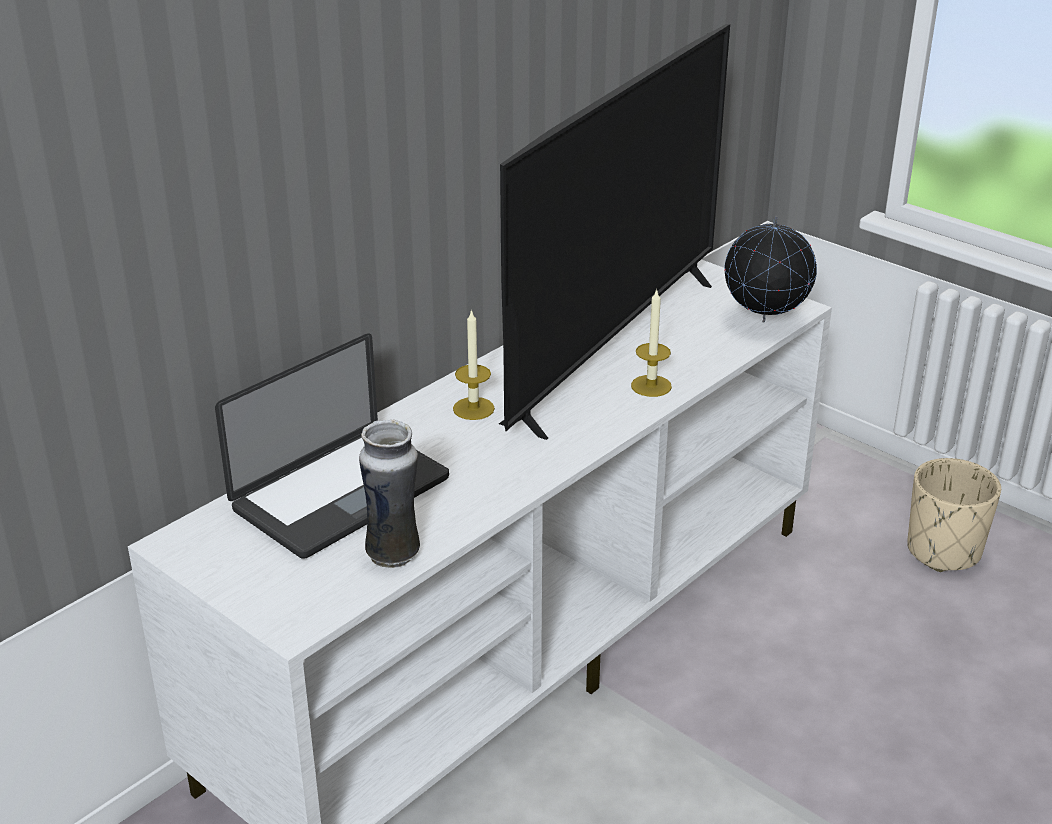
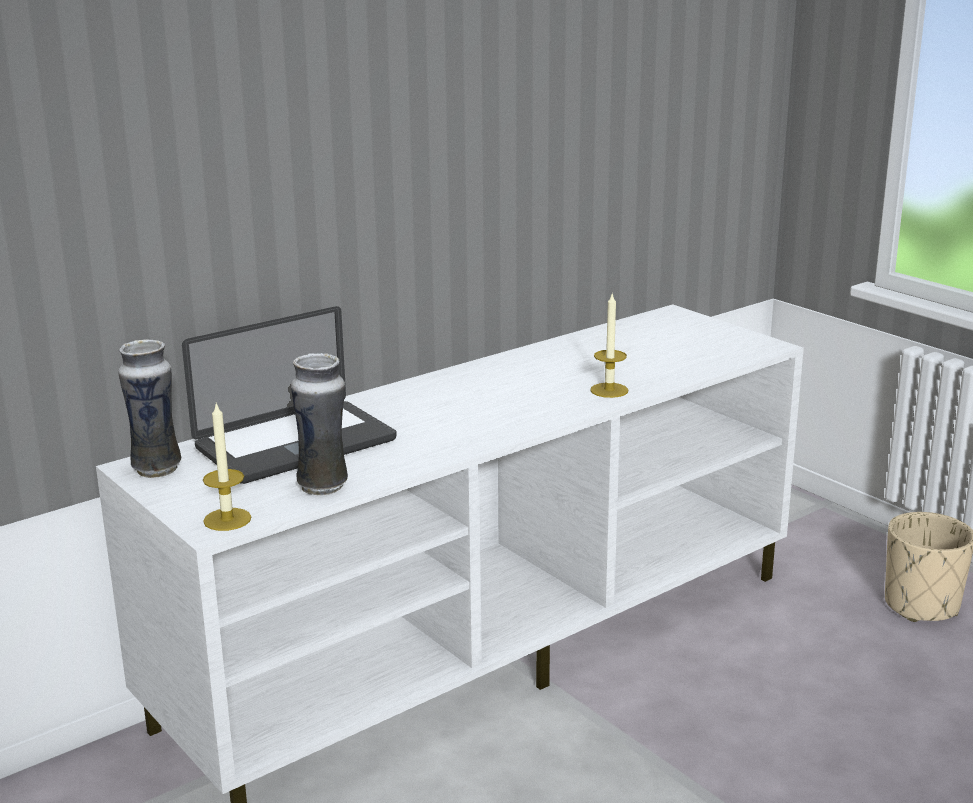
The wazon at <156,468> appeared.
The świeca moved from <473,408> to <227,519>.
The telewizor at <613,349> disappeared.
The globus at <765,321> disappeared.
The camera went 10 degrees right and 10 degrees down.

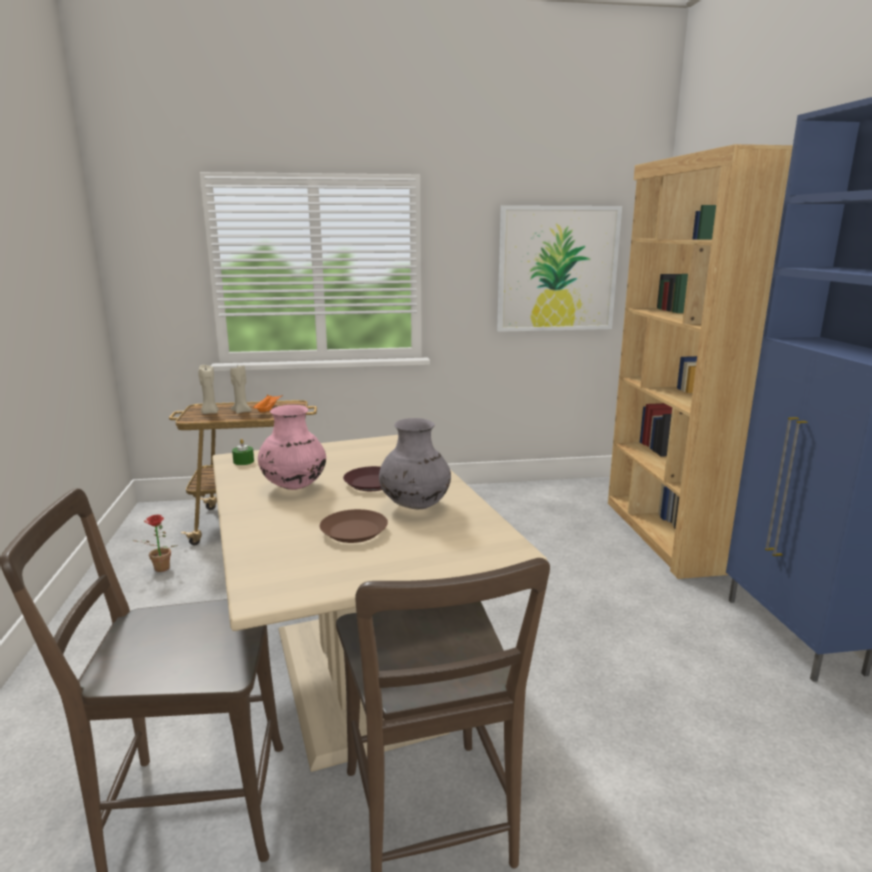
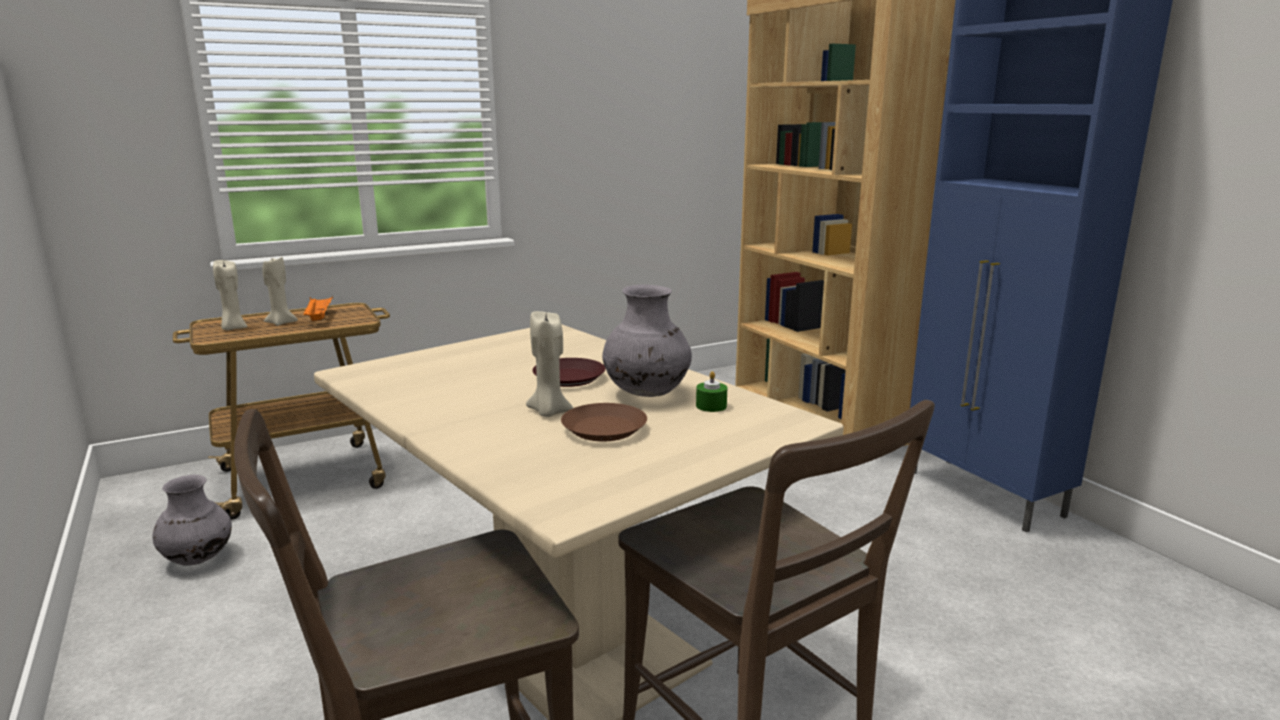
The roślina doniczkowa at <159,569> was replaced by the wazon (szary) at <197,559>.
The świeca (beżowy) at <549,412> appeared.
The świeca (zielony) moved from <243,461> to <711,406>.
The wazon (różowy) at <294,486> disappeared.
The obraz at <557,269> disappeared.
The camera went 20 degrees left and 0 degrees up.

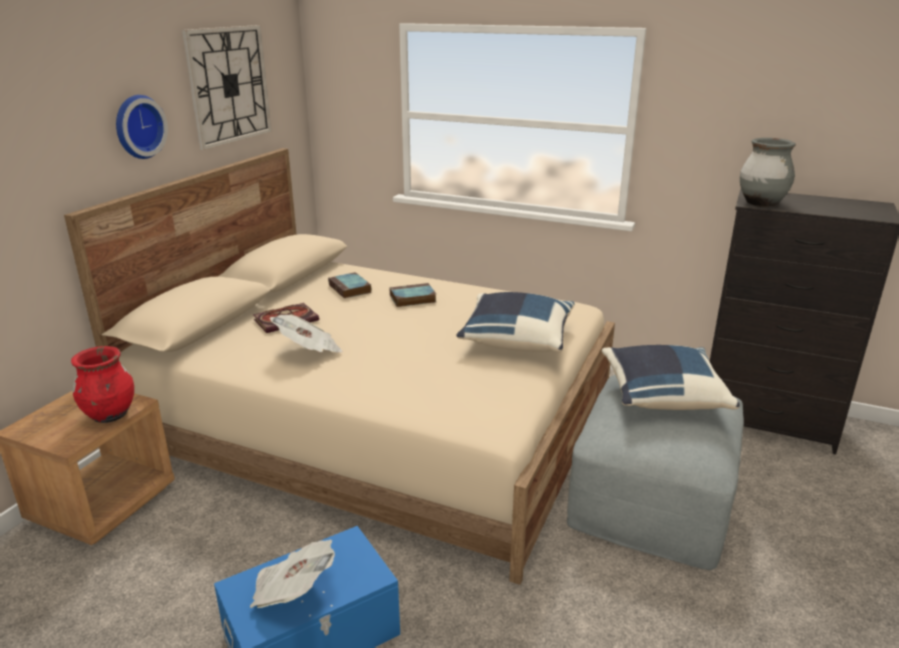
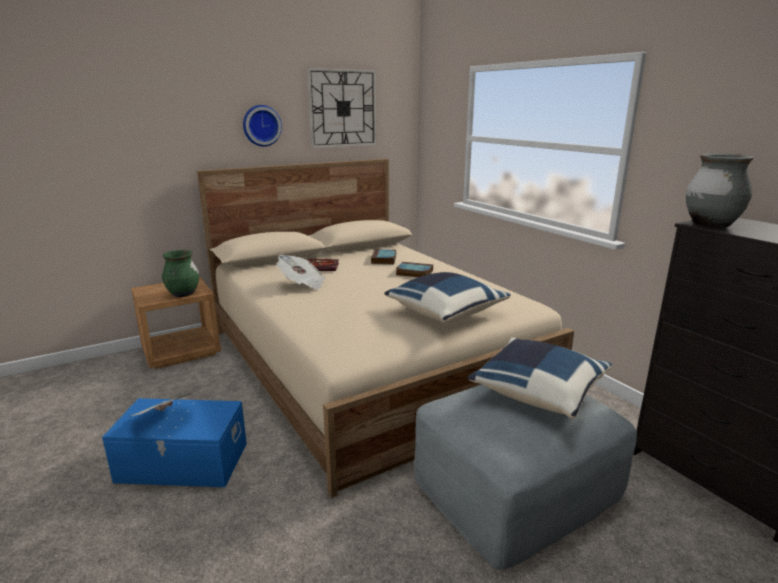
The wazon (czerwony) at <110,415> became the wazon (zielony) at <183,294>.
The camera went 35 degrees right and 5 degrees down.

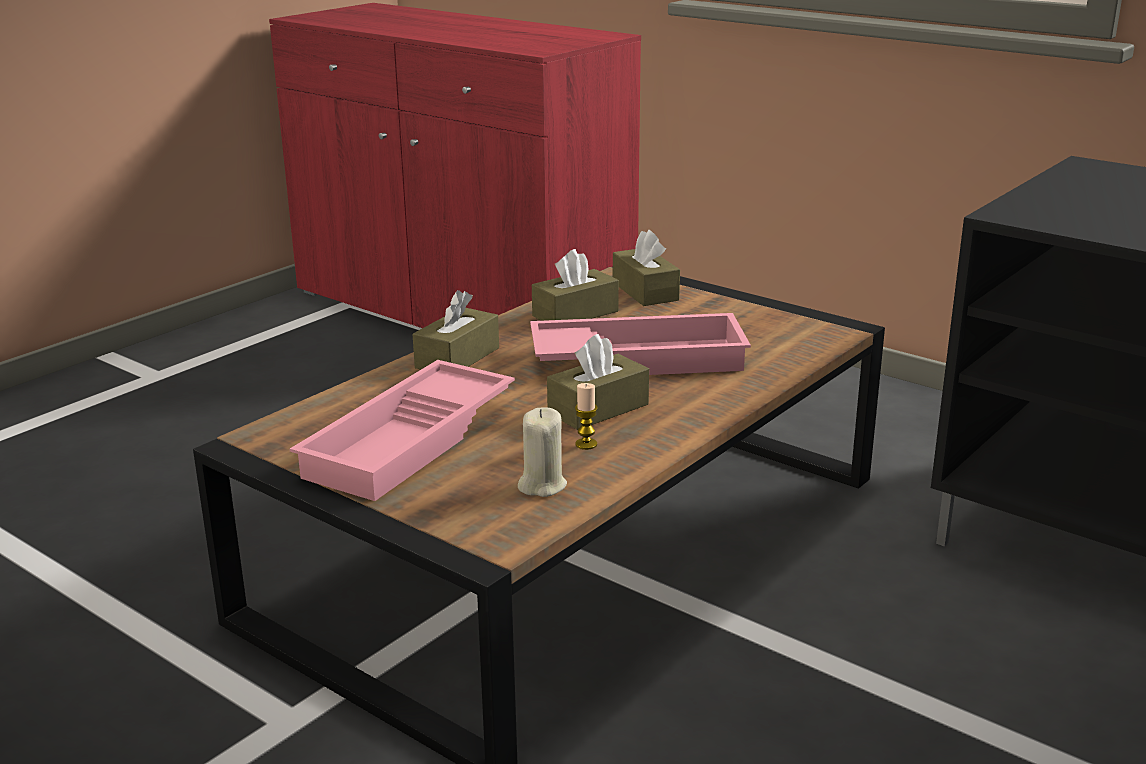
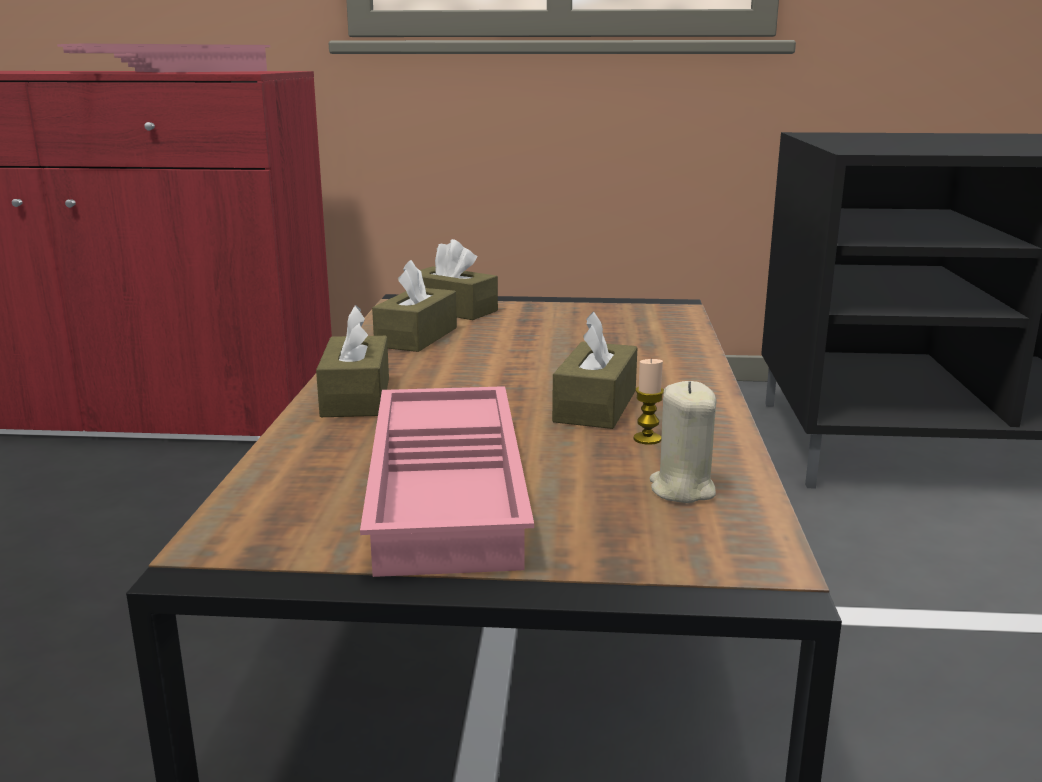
The taca (różowy) moved from <639,358> to <170,71>.
The camera went 35 degrees left and 5 degrees down.

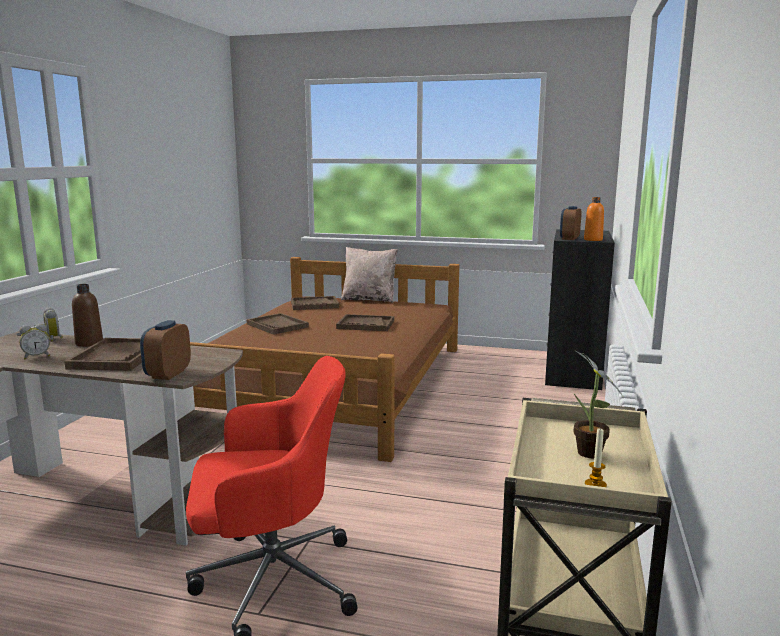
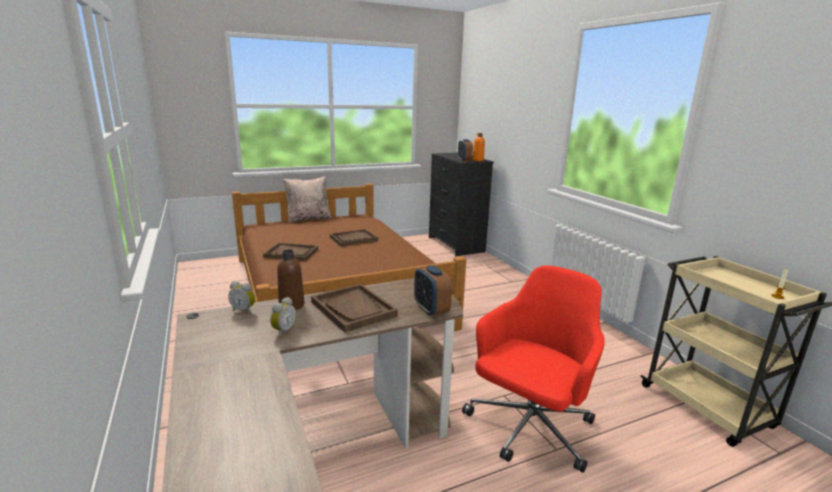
The taca (brązowy) at <314,305> disappeared.
The roślina doniczkowa at <590,455> disappeared.
The camera went 40 degrees left and 5 degrees up.

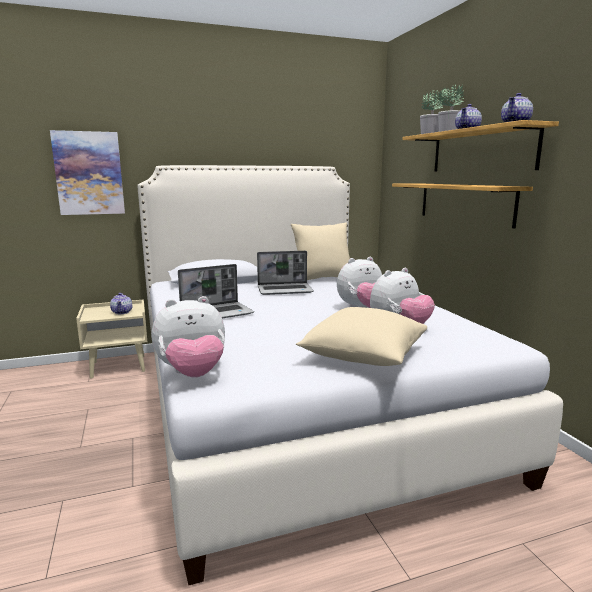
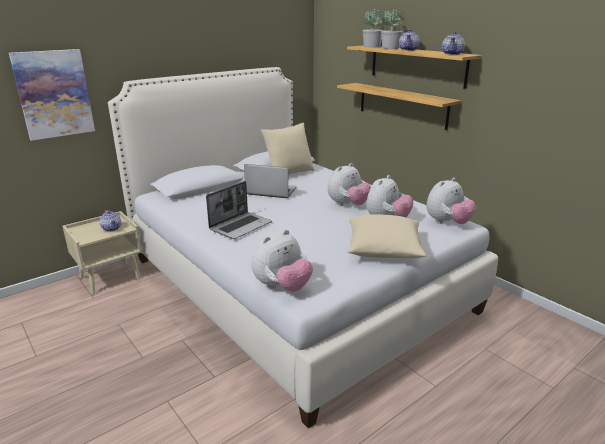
The laptop at <285,290> turned 135 degrees counterclockwise.
The pluszak at <447,223> appeared.
The camera went 20 degrees left and 10 degrees up.

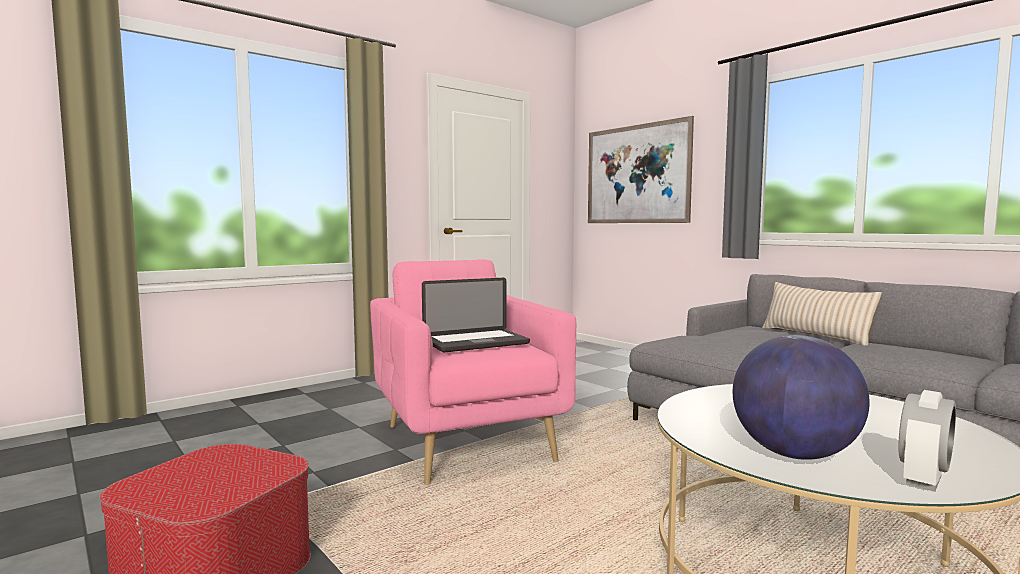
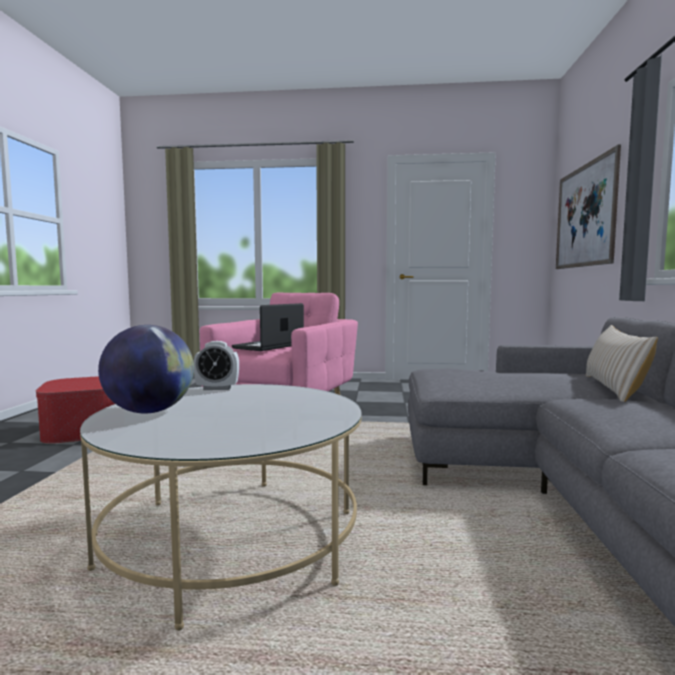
The budzik moved from <923,480> to <217,388>.
The laptop at <476,343> turned 105 degrees clockwise.
The camera went 45 degrees right and 0 degrees up.

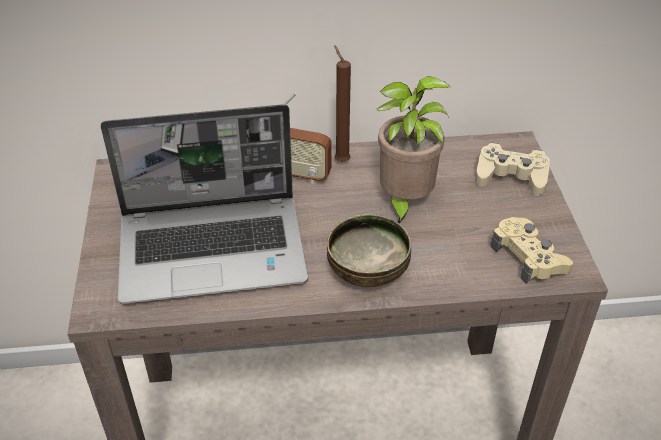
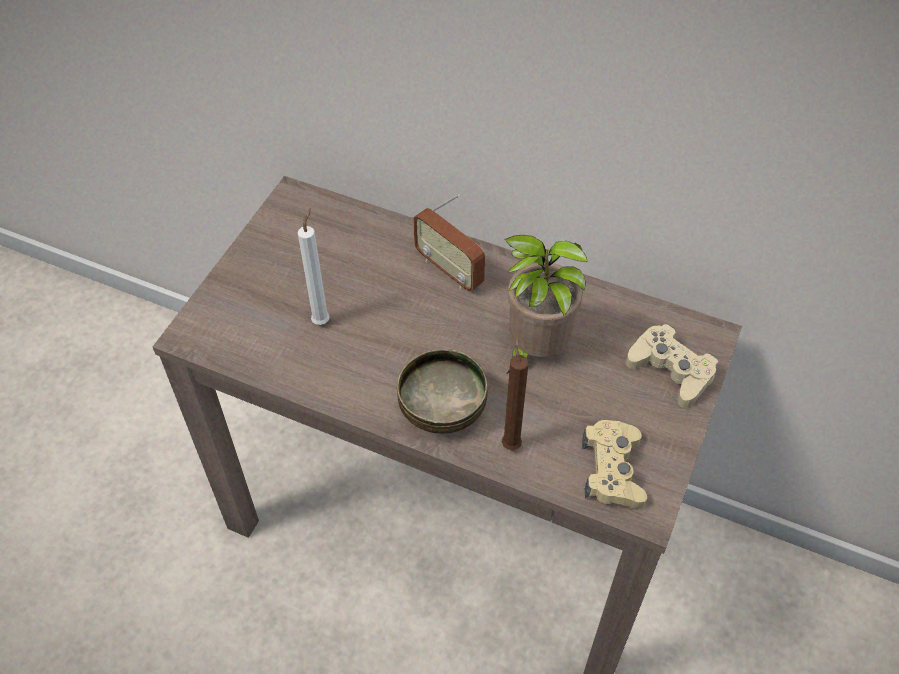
The laptop at <214,249> was replaced by the świeca (biały) at <322,320>.
The świeca (brązowy) moved from <340,160> to <511,443>.
The camera went 30 degrees right and 10 degrees up.

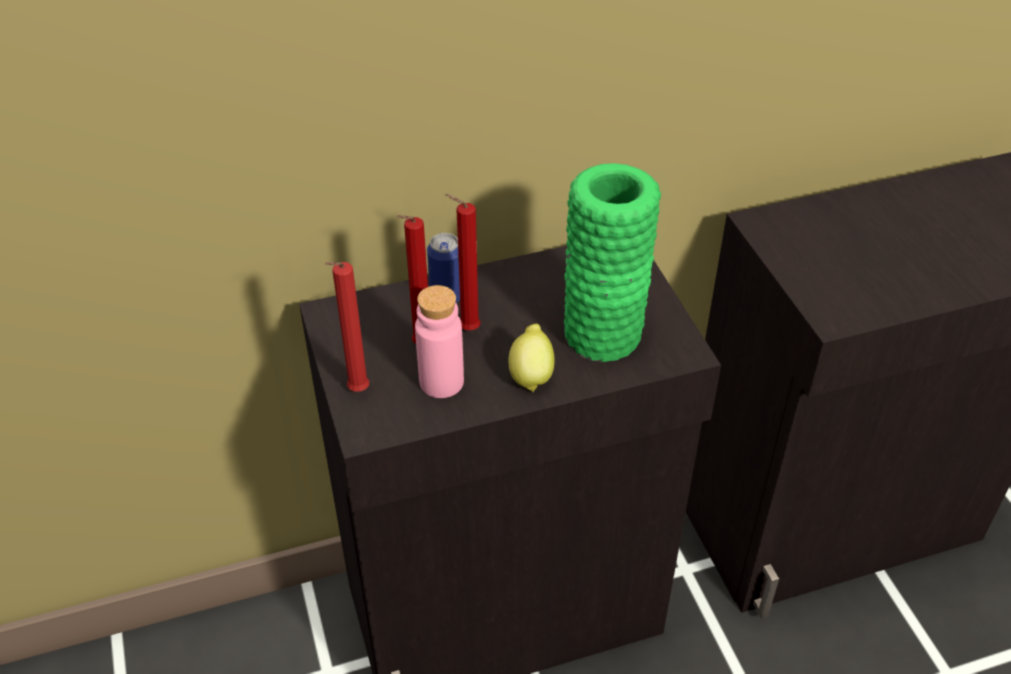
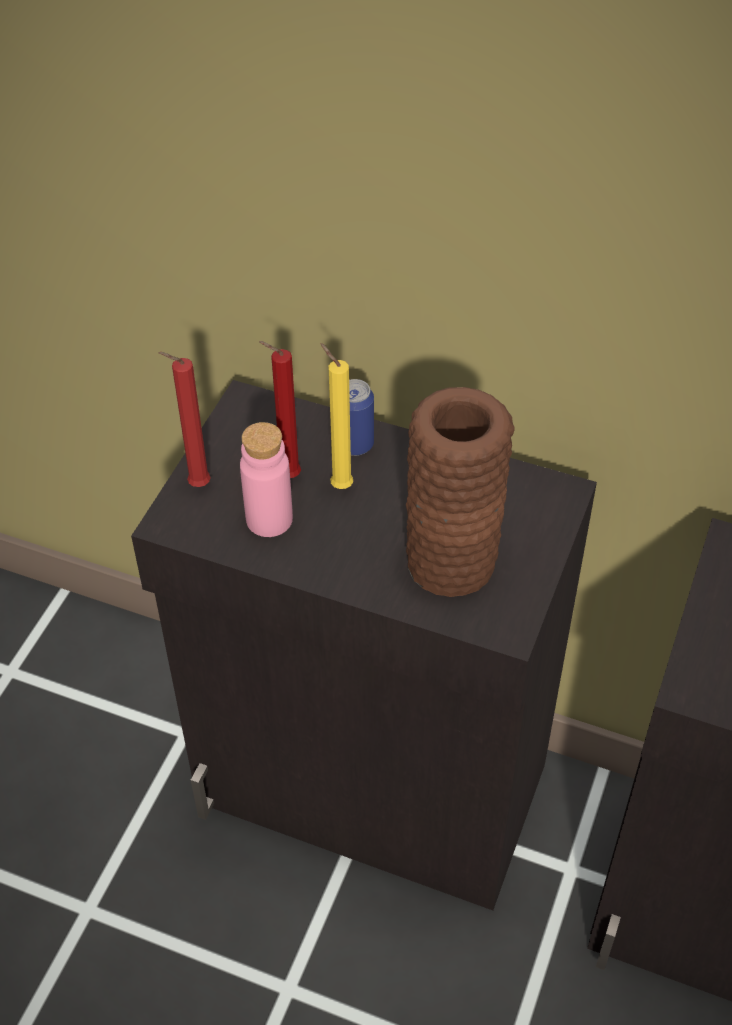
The świeca (czerwony) at <466,329> became the świeca (żółty) at <339,485>.
The wazon (zielony) at <603,333> became the wazon (brązowy) at <451,562>.
The cytryna at <531,375> disappeared.
The camera went 40 degrees right and 5 degrees up.

